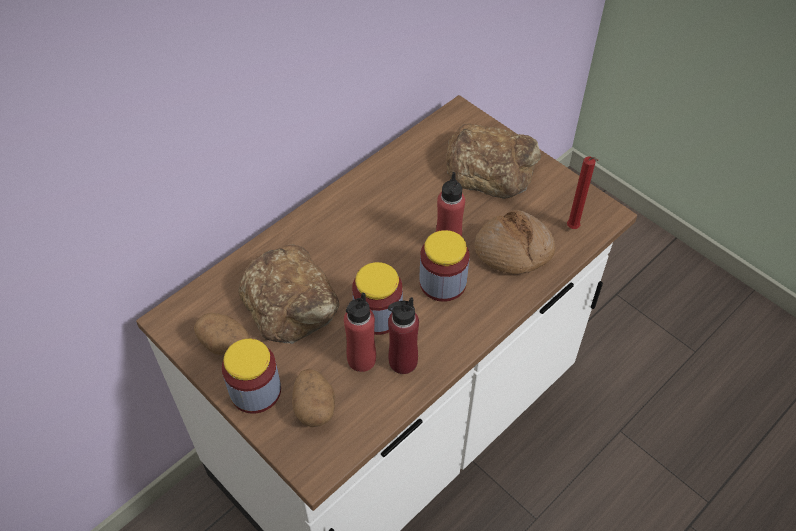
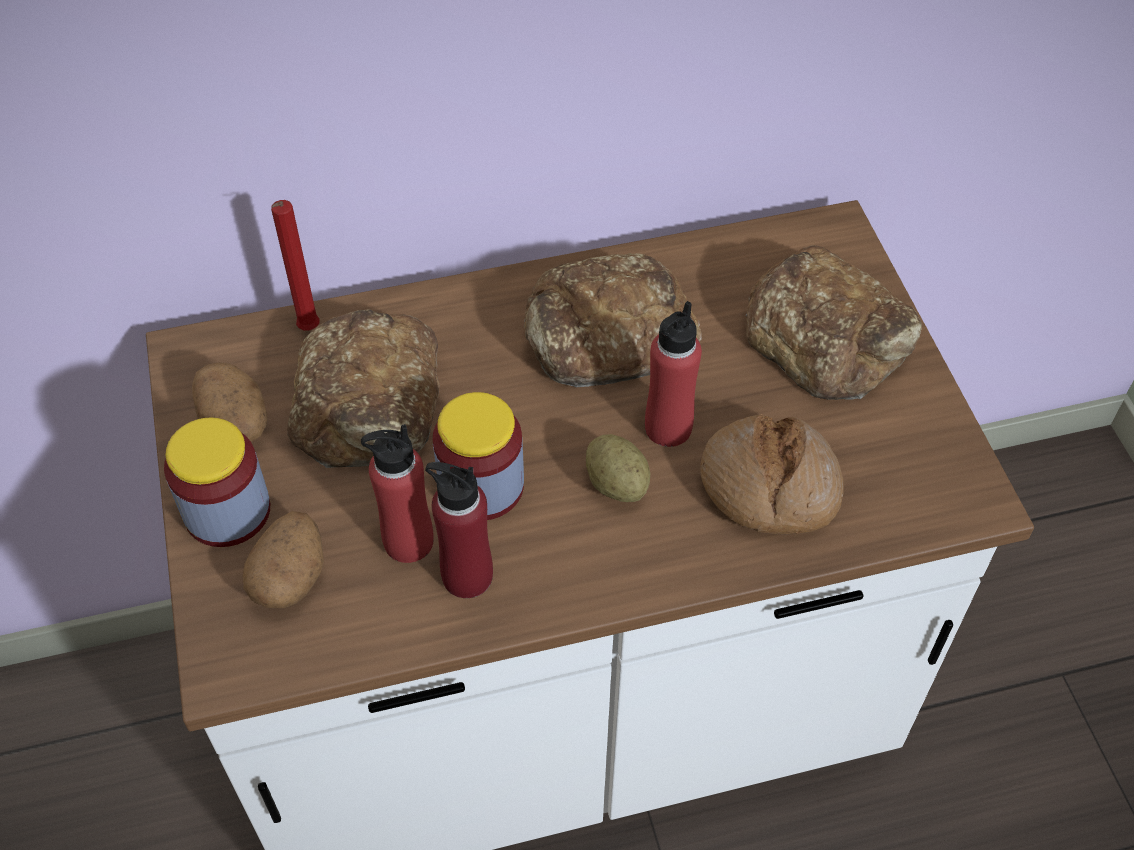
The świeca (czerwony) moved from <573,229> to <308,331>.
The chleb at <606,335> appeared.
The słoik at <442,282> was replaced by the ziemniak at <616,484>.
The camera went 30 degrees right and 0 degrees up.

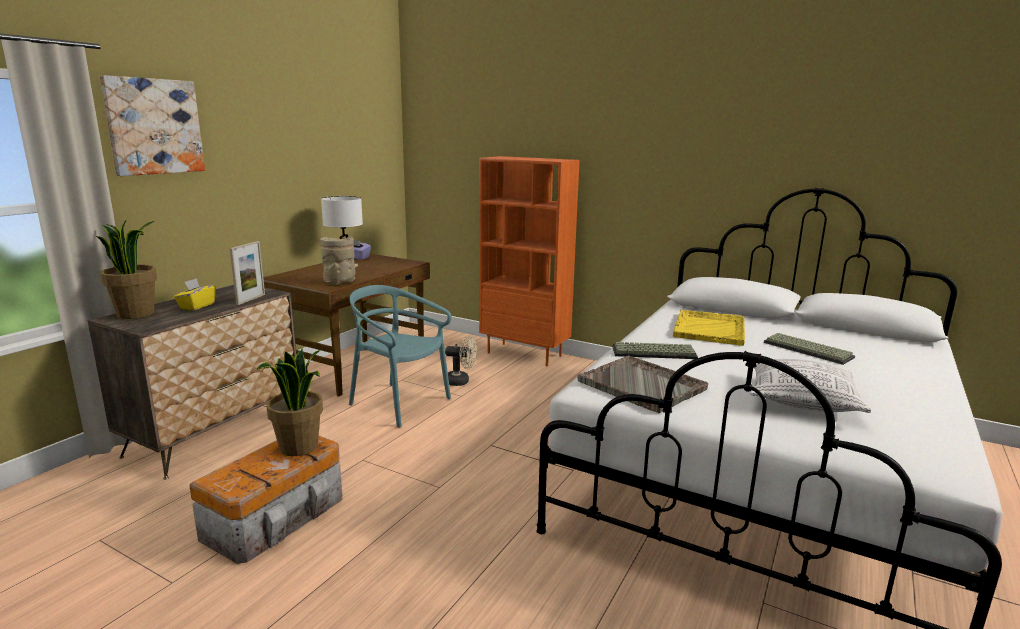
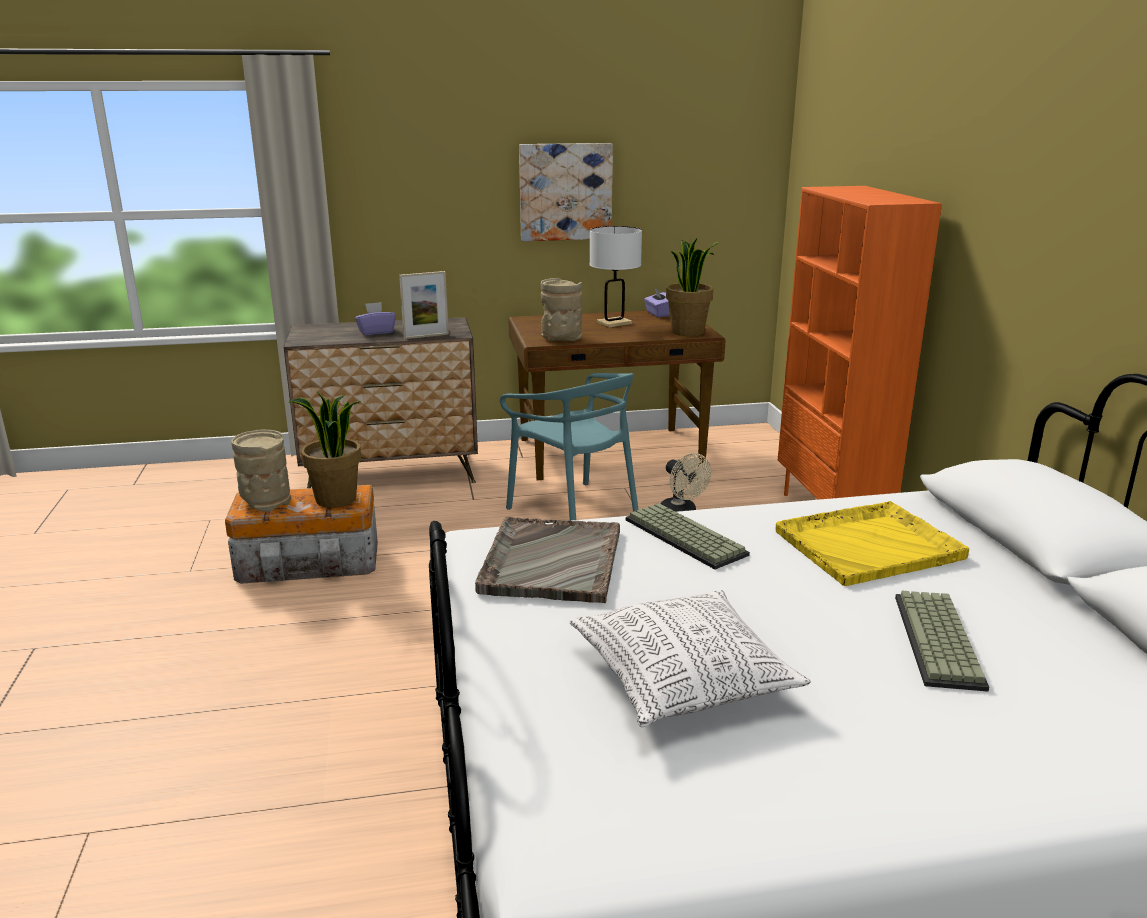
The wazon (beżowy) at <266,502> appeared.
The pudełko chusteczek (żółty) at <197,306> became the pudełko chusteczek (fioletowy) at <376,332>.
The krzesło (turkusowy) at <399,403> turned 150 degrees clockwise.
The obraz moved from <154,126> to <565,192>.
The roślina doniczkowa moved from <136,313> to <688,332>.
The camera went 50 degrees right and 5 degrees up.

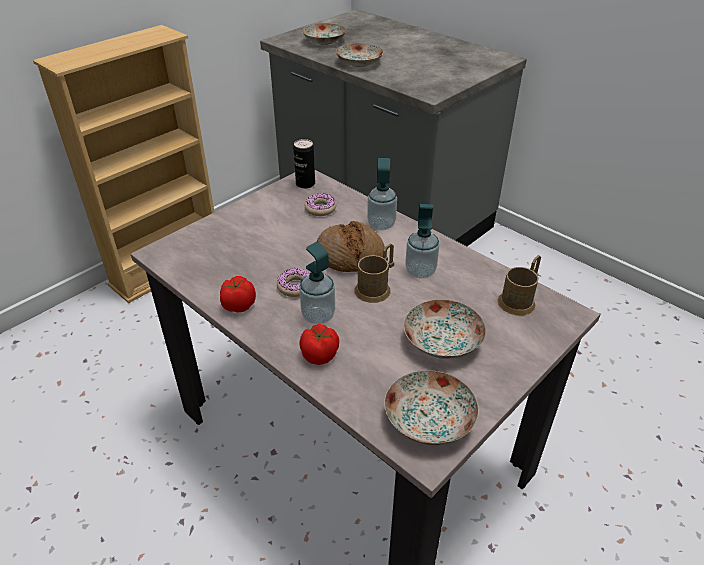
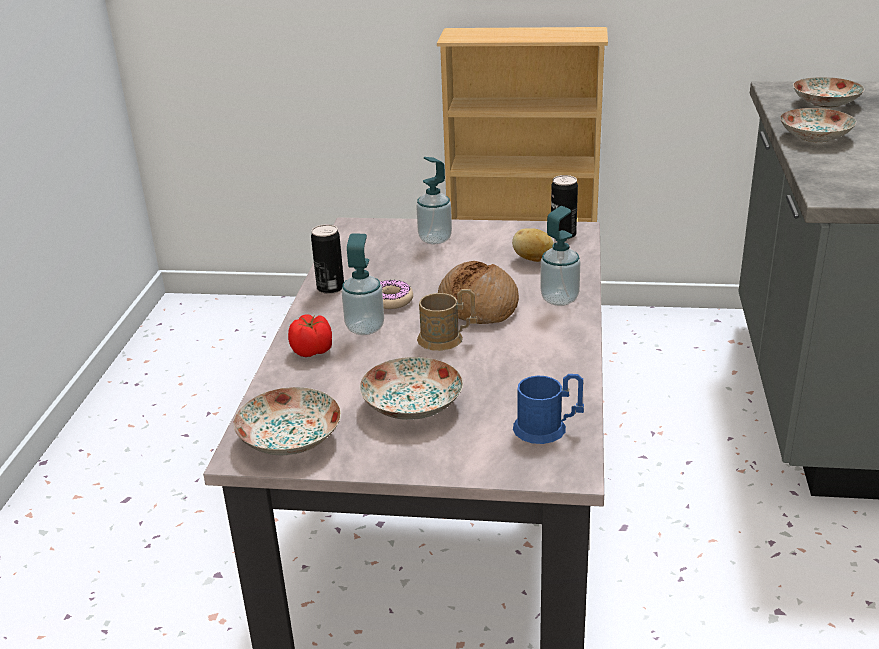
The pomidor at <238,305> was replaced by the puszka at <330,288>.
The dozownik mydła moved from <420,271> to <435,239>.
The donut at <320,209> was replaced by the ziemniak at <533,259>.
The kubek (brązowy) at <519,300> became the kubek (niebieski) at <547,428>.
The camera went 55 degrees right and 10 degrees down.

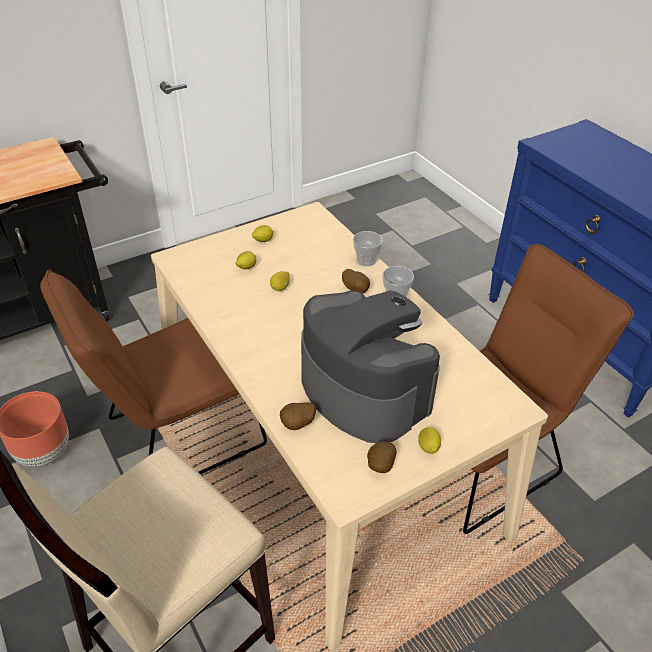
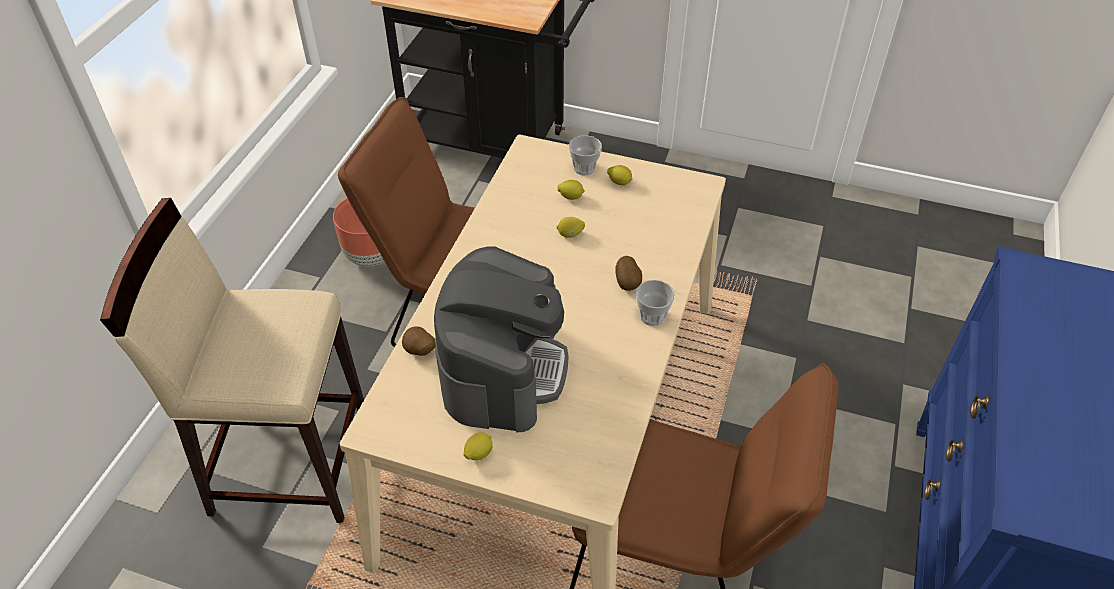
The filiżanka moved from <366,260> to <584,168>.
The ziemniak at <379,466> disappeared.
The camera went 50 degrees right and 5 degrees up.

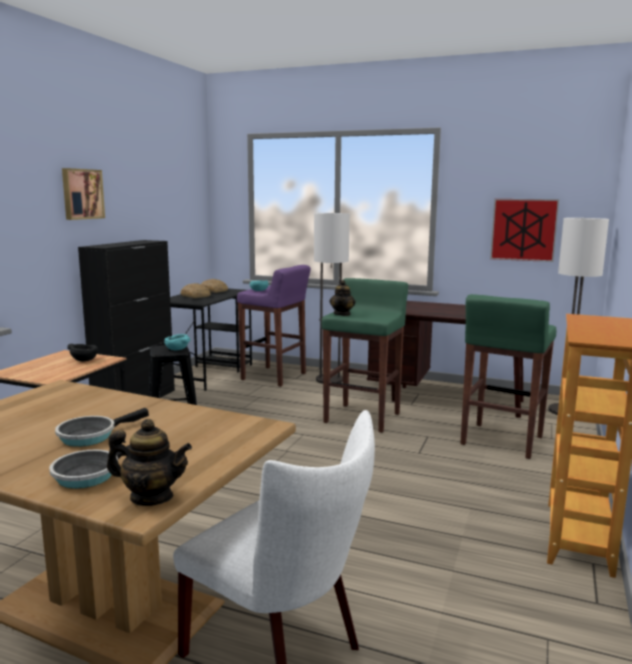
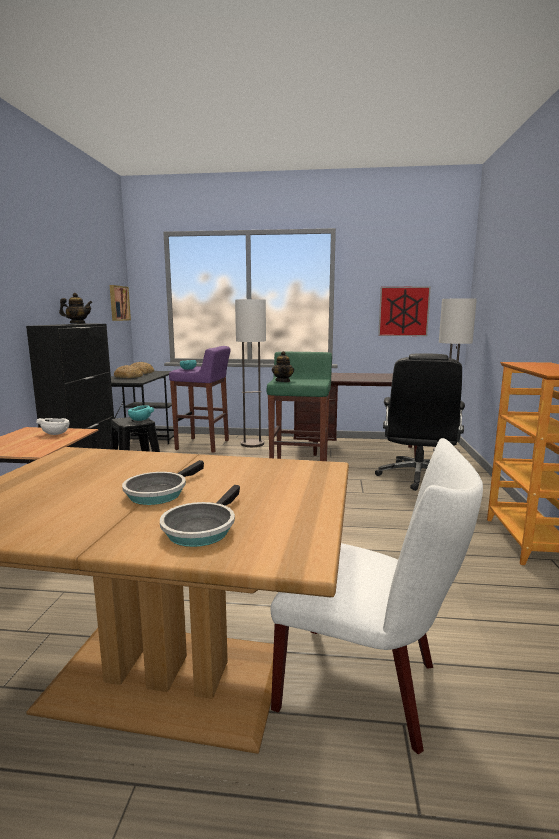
The miska (czarny) at <84,360> became the miska (biały) at <55,434>.
The imbryk moved from <151,497> to <77,323>.
The obraz moved from <82,194> to <118,303>.
The stołek (zielony) at <501,441> was replaced by the krzesło biurowe (czarny) at <418,477>.
The camera went 15 degrees left and 0 degrees up.

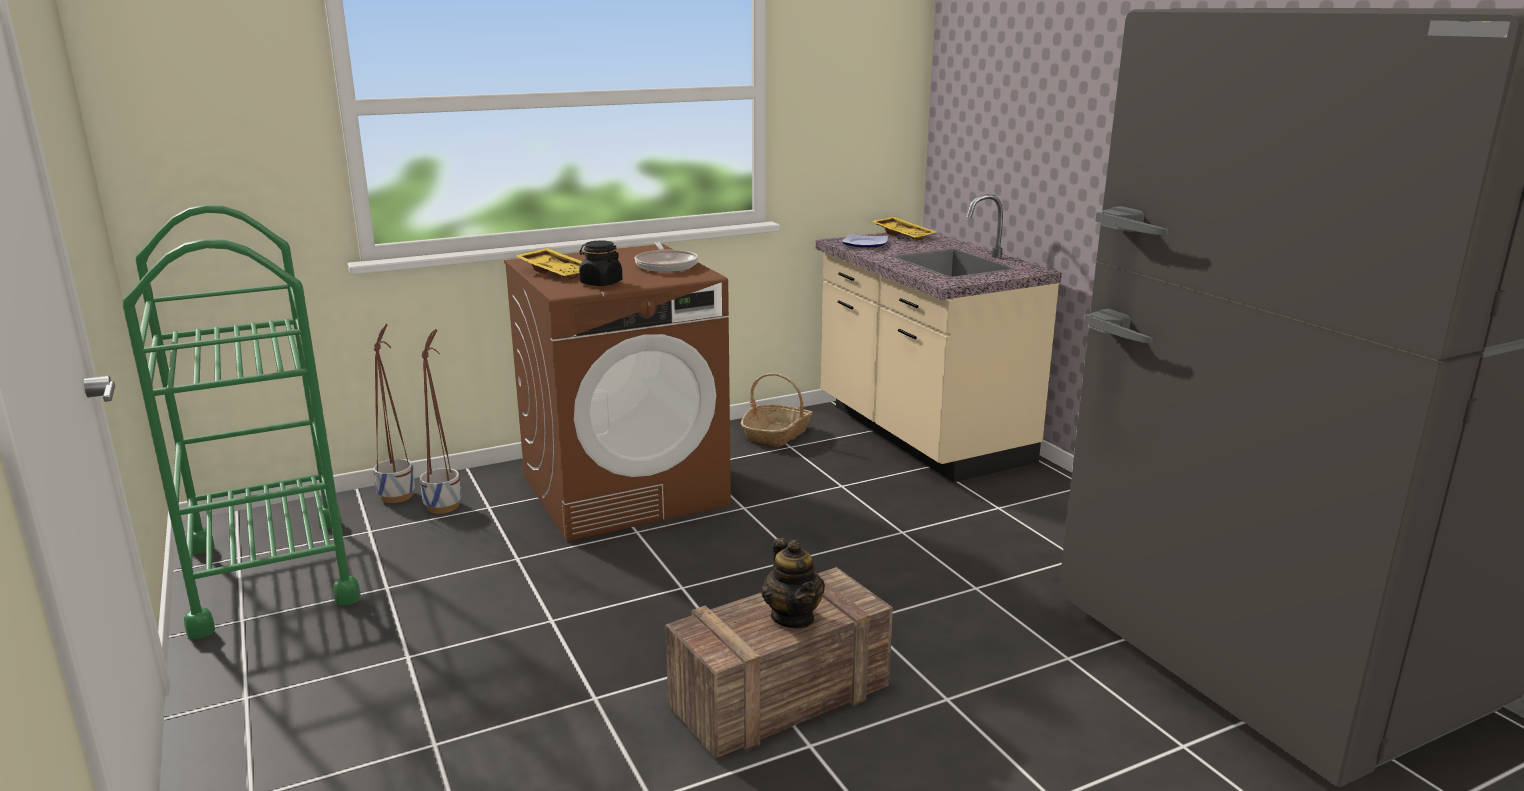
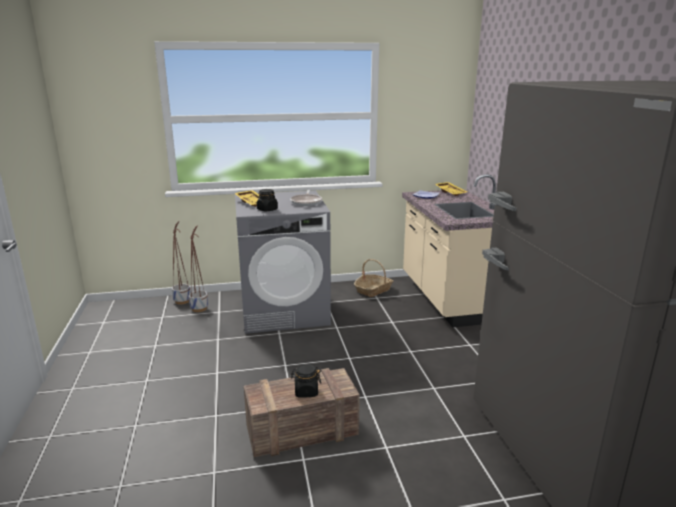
The pralka (brązowy) at <625,490> became the pralka (szary) at <285,311>.
The imbryk at <793,617> was replaced by the słoik (czarny) at <306,392>.
The wózek (zielony) at <271,573> disappeared.
The camera went 15 degrees right and 0 degrees up.

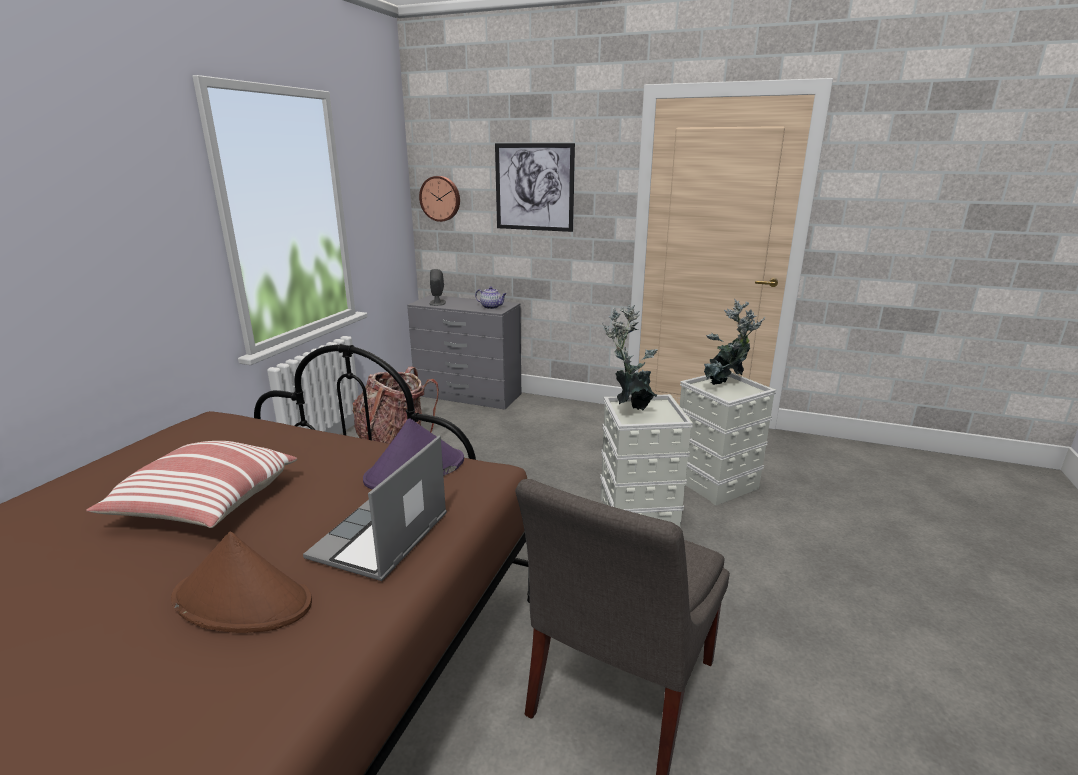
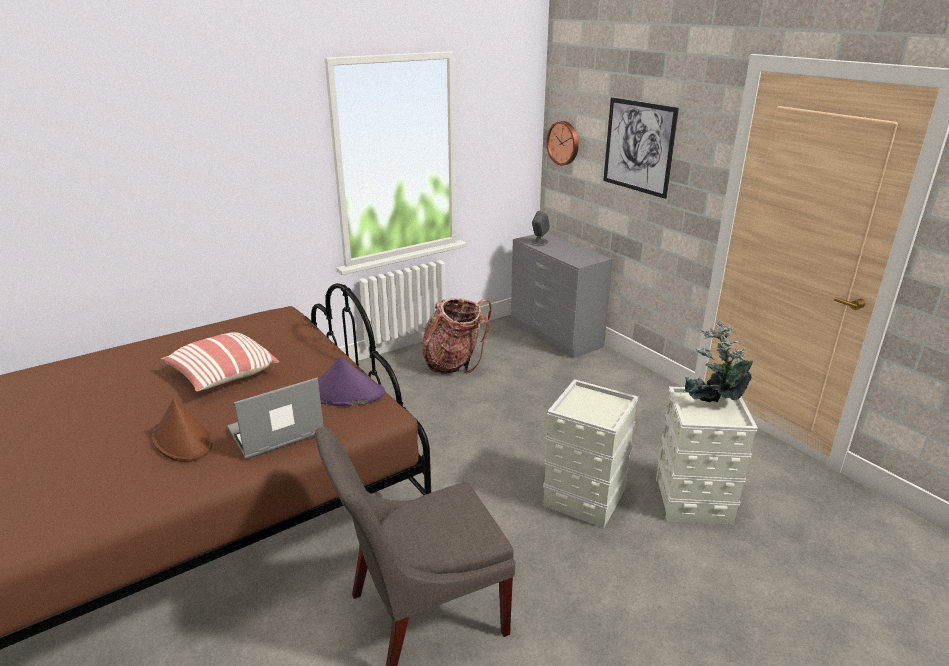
The imbryk at <491,307> disappeared.
The roślina doniczkowa at <630,407> disappeared.
The camera went 35 degrees right and 5 degrees up.

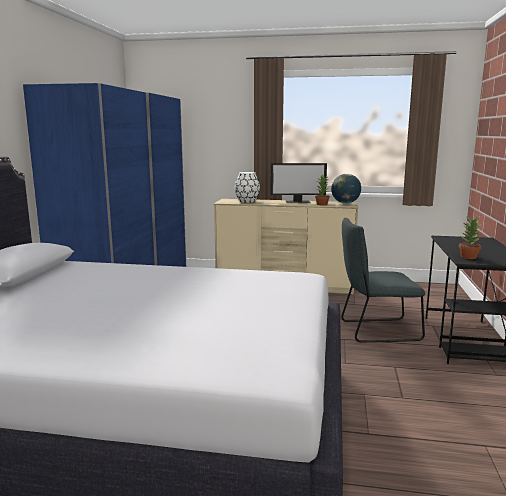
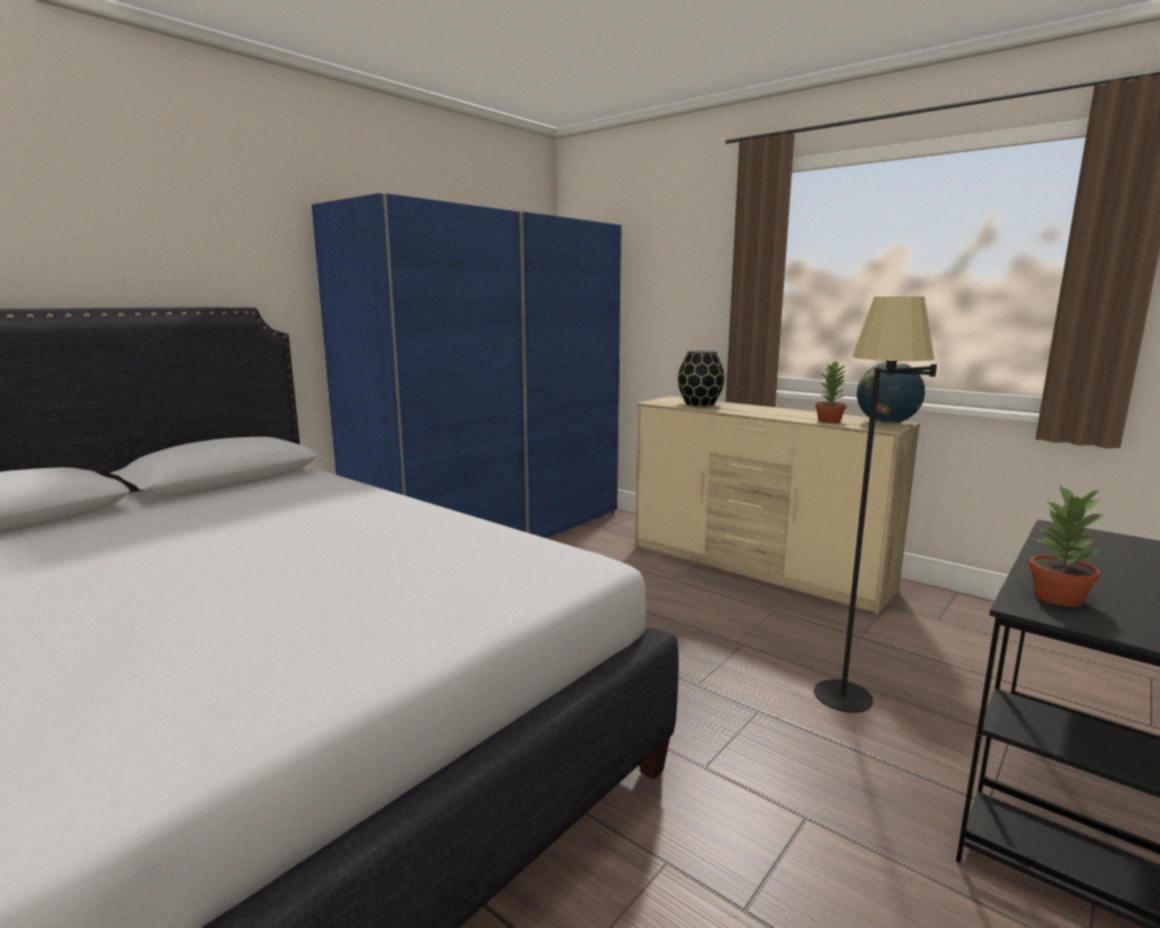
The wazon (biały) at <247,201> became the wazon (czarny) at <700,404>.
The krzesło (szary) at <376,330> was replaced by the lampa stojąca (czarny) at <849,711>.
The monitor at <298,202> disappeared.
The camera went 30 degrees right and 0 degrees up.

